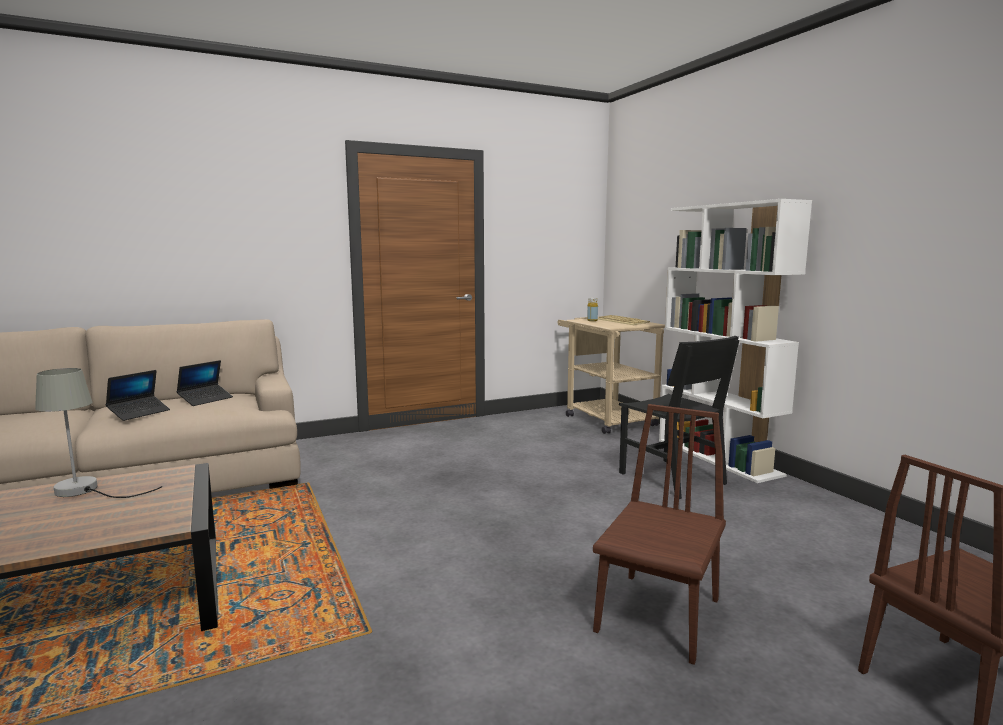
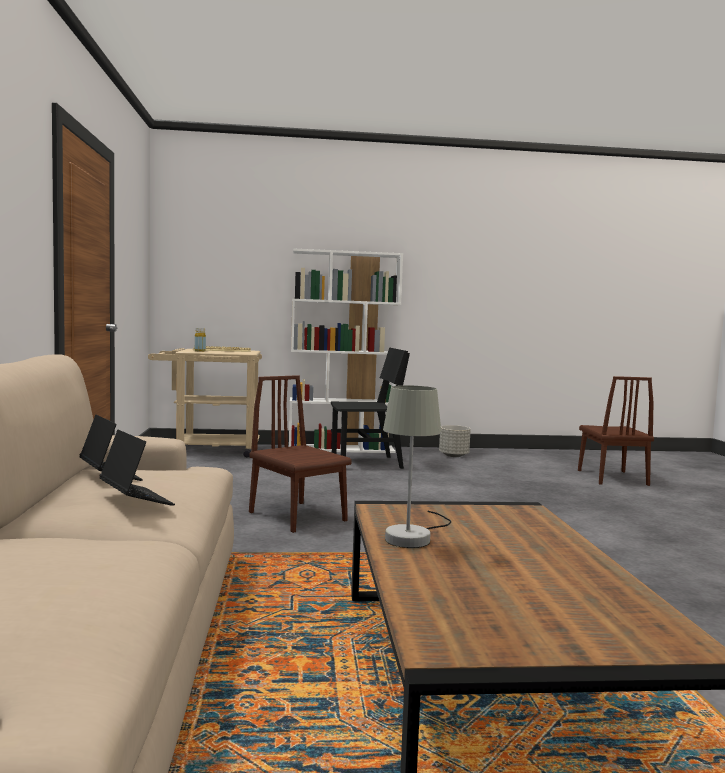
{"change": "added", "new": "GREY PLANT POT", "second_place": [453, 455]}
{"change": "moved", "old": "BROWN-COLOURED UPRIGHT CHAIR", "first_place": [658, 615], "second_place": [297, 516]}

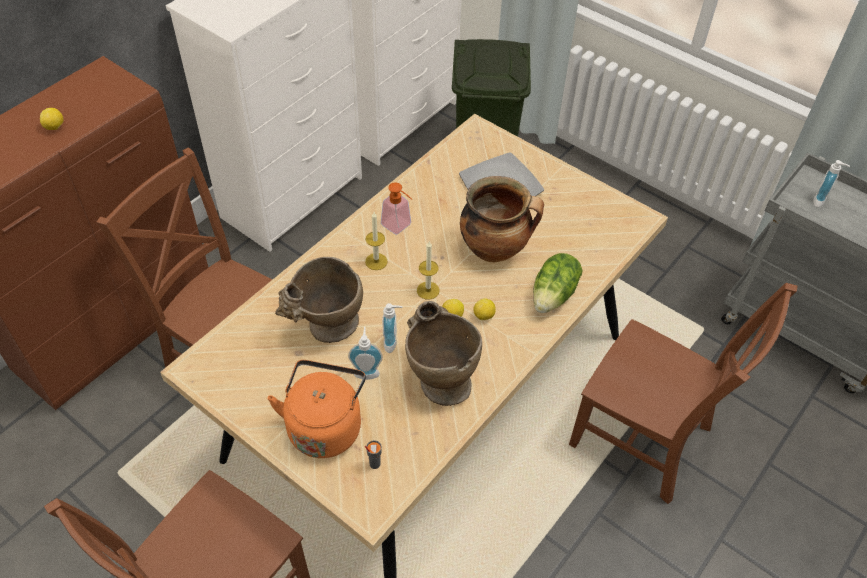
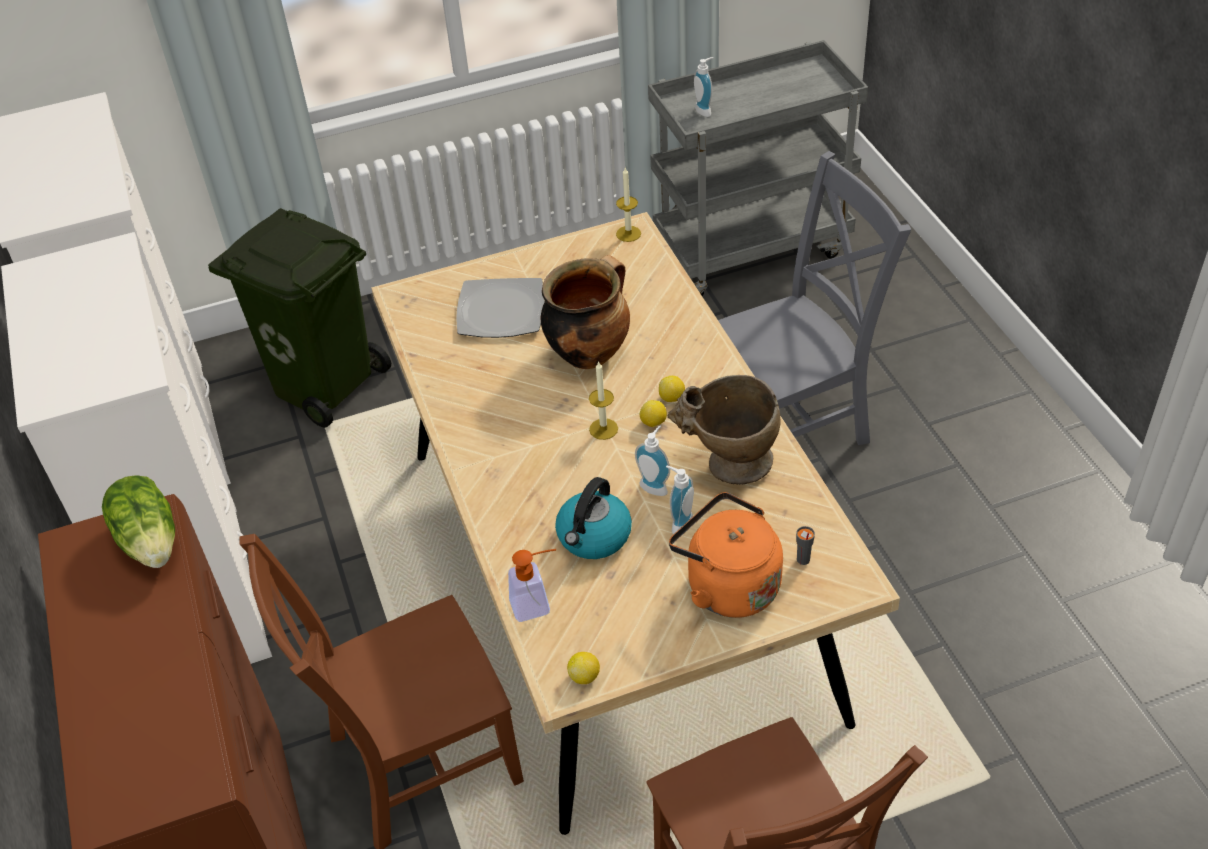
{"change": "moved", "old": "CITRUS FRUIT", "first_place": [55, 127], "second_place": [584, 676]}
{"change": "moved", "old": "CANDLE", "first_place": [376, 261], "second_place": [628, 234]}
{"change": "moved", "old": "LIQUID SOAP BOTTLE", "first_place": [399, 227], "second_place": [537, 604]}
{"change": "moved", "old": "HEAD OF LETTUCE", "first_place": [554, 295], "second_place": [151, 540]}
{"change": "replaced", "old": "BEIGE-COLOURED VASE", "new": "TEA KETTLE", "first_place": [326, 329], "second_place": [594, 537]}
{"change": "recoloured", "old": "BROWN-COLOURED UPRIGHT CHAIR", "new": "GREY UPRIGHT CHAIR", "first_place": [646, 440], "second_place": [790, 424]}

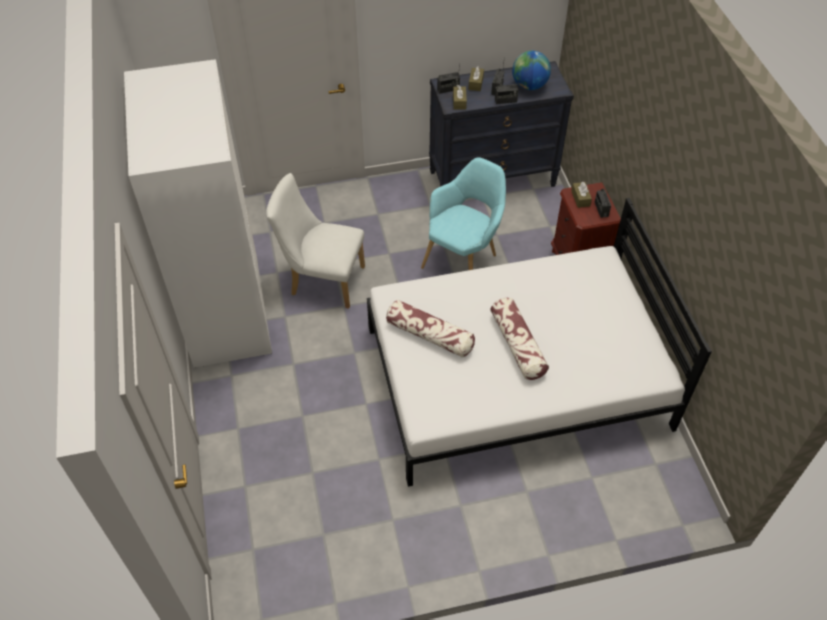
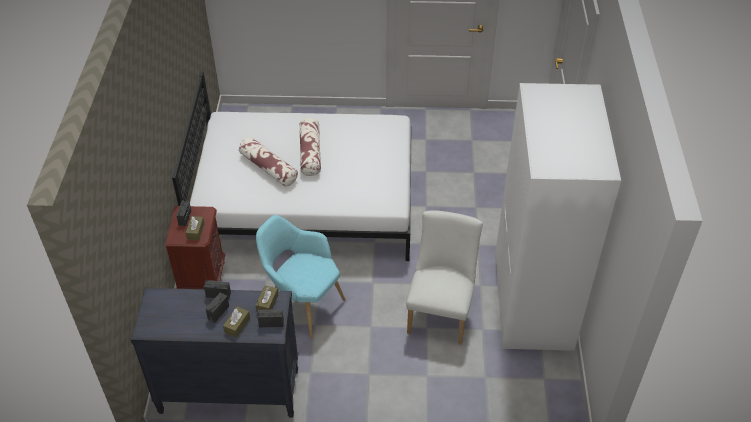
{"change": "removed", "old": "GLOBE", "first_place": [529, 86]}
{"change": "moved", "old": "CUSHION", "first_place": [430, 335], "second_place": [268, 168]}
{"change": "turned", "old": "WHITE UPRIGHT CHAIR", "first_place": [322, 280], "second_place": [441, 311], "degrees": -105}
{"change": "turned", "old": "BLUE-GREEN LOUNGE CHAIR", "first_place": [464, 259], "second_place": [302, 304], "degrees": 75}

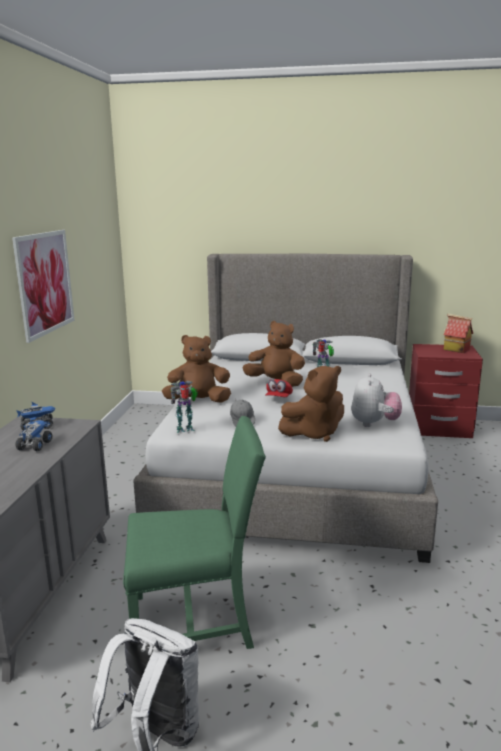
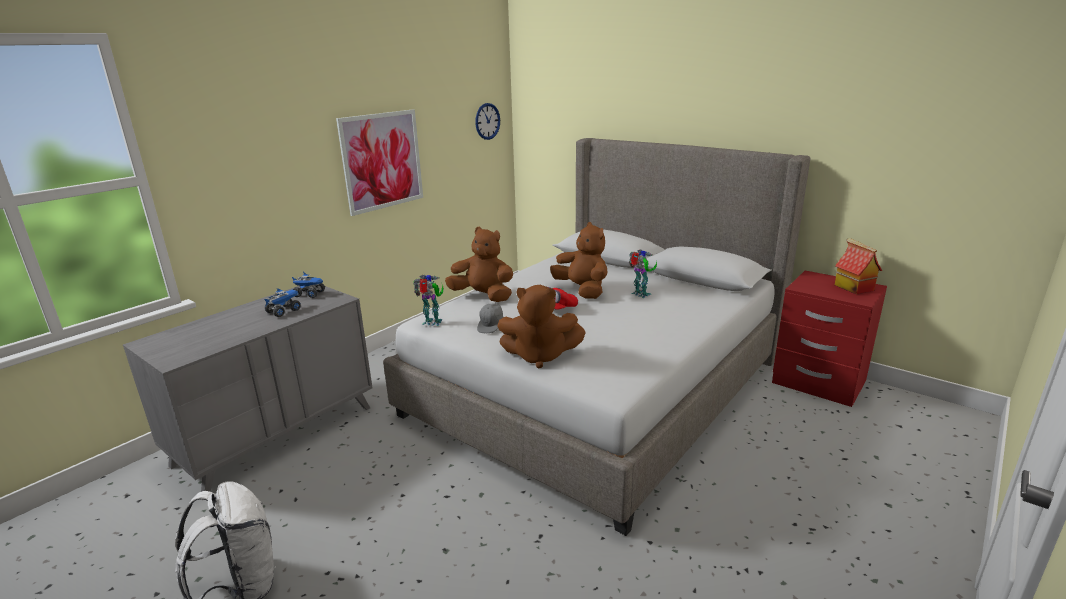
{"change": "removed", "old": "GREEN UPRIGHT CHAIR", "first_place": [196, 623]}
{"change": "removed", "old": "CUDDLY TOY", "first_place": [374, 424]}
{"change": "added", "new": "CLOCK ON THE WALL", "second_place": [487, 121]}

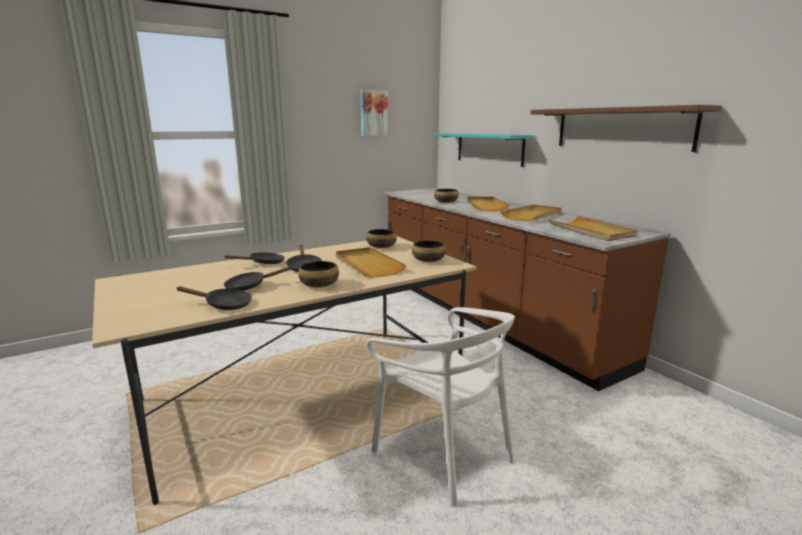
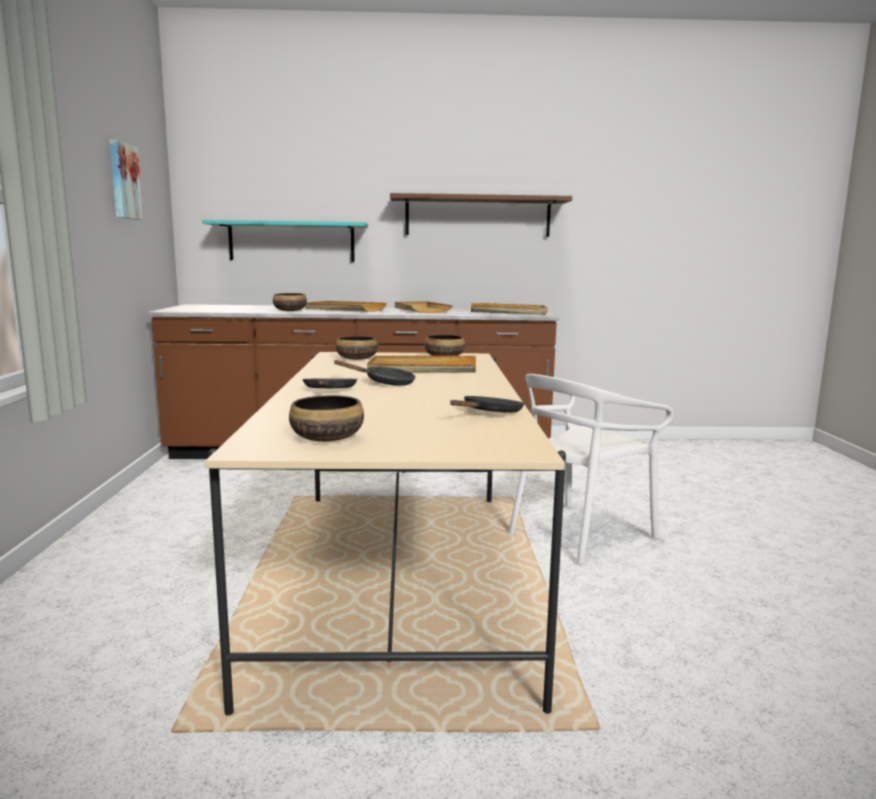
{"change": "removed", "old": "BLACK-COLOURED SKILLET", "first_place": [250, 286]}
{"change": "moved", "old": "BOWL", "first_place": [319, 285], "second_place": [328, 438]}
{"change": "turned", "old": "WHITE UPRIGHT CHAIR", "first_place": [443, 452], "second_place": [579, 533], "degrees": 150}

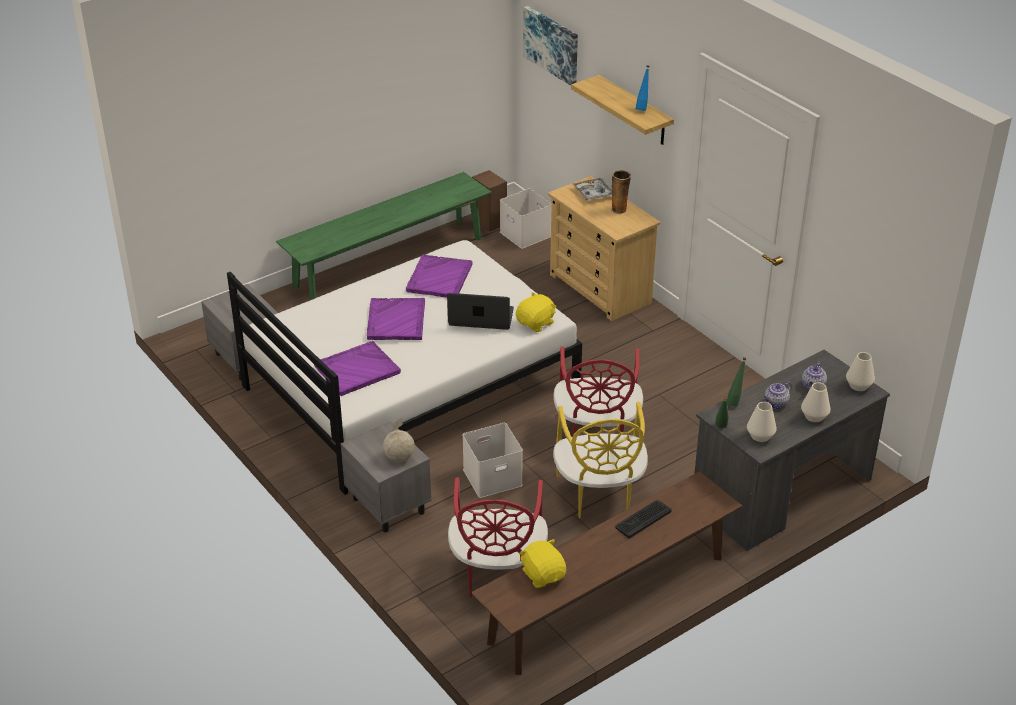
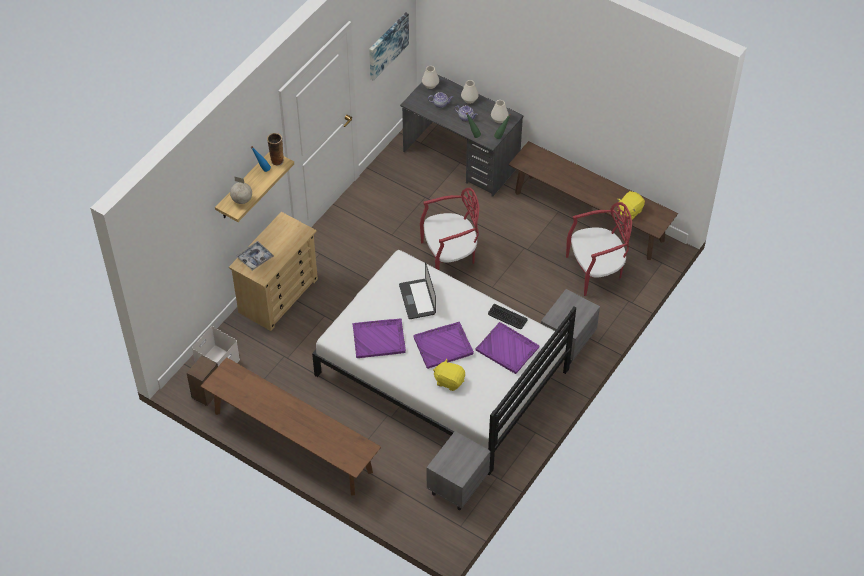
{"change": "removed", "old": "WHITE STORAGE CONTAINER", "first_place": [492, 478]}
{"change": "removed", "old": "YELLOW UPRIGHT CHAIR", "first_place": [599, 495]}
{"change": "moved", "old": "GLOBE", "first_place": [399, 457], "second_place": [242, 200]}
{"change": "moved", "old": "YELLOW CUDDLY TOY", "first_place": [536, 323], "second_place": [449, 381]}
{"change": "moved", "old": "WALL ART", "first_place": [552, 45], "second_place": [387, 45]}
{"change": "moved", "old": "VASE", "first_place": [619, 209], "second_place": [277, 160]}
{"change": "moved", "old": "PC KEYBOARD", "first_place": [643, 519], "second_place": [507, 317]}
{"change": "recoloured", "old": "GREEN BENCH", "new": "BROWN-COLOURED BENCH", "first_place": [389, 262], "second_place": [292, 442]}

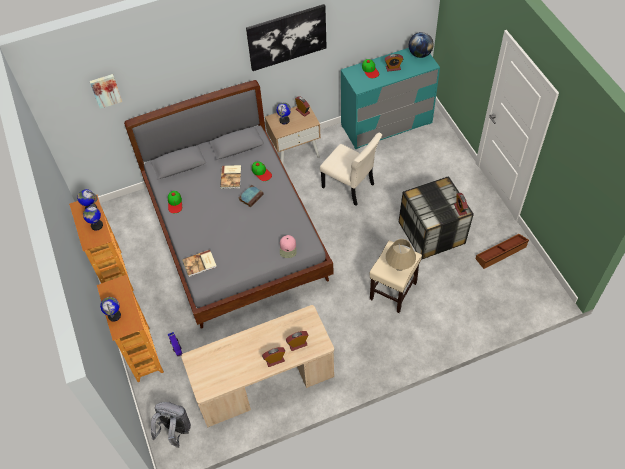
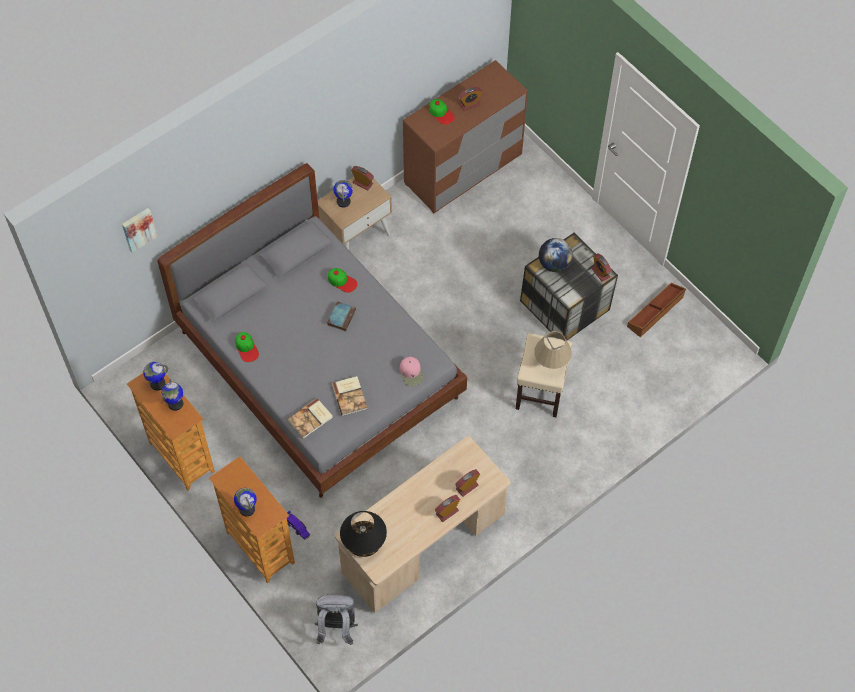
{"change": "removed", "old": "WALL ART", "first_place": [287, 37]}
{"change": "removed", "old": "BEIGE-COLOURED UPRIGHT CHAIR", "first_place": [350, 187]}
{"change": "added", "new": "BLACK-COLOURED TABLE LAMP", "second_place": [364, 541]}
{"change": "moved", "old": "VOLUME", "first_place": [231, 177], "second_place": [350, 396]}
{"change": "moved", "old": "GLOBE", "first_place": [419, 54], "second_place": [554, 264]}
{"change": "recoloured", "old": "BLUE-GREEN CHEST OF DRAWERS", "new": "BROWN-COLOURED CHEST OF DRAWERS", "first_place": [386, 124], "second_place": [463, 169]}

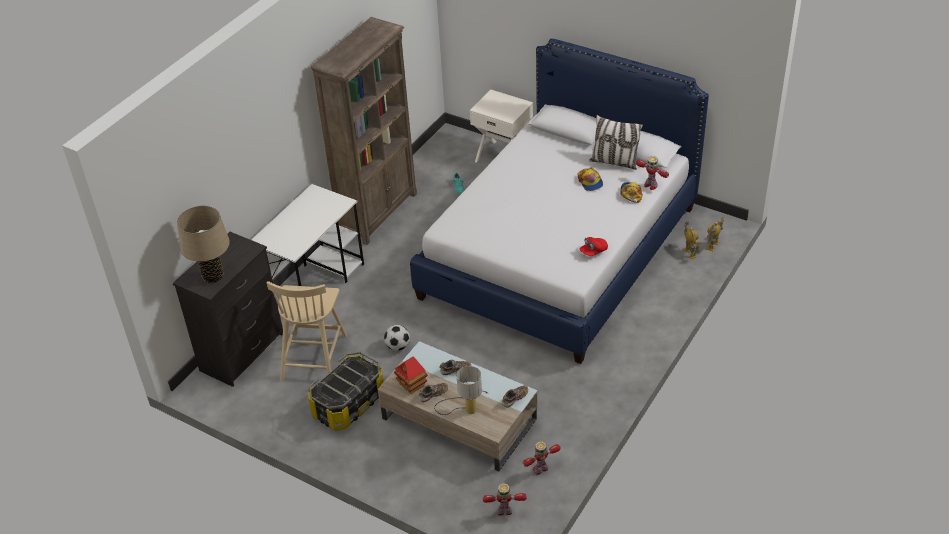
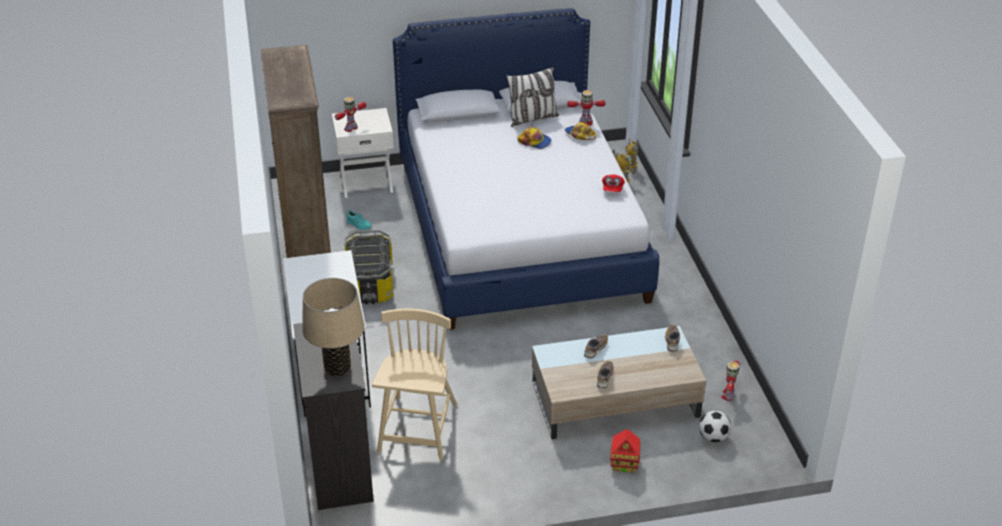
{"change": "removed", "old": "TABLE LAMP", "first_place": [465, 406]}
{"change": "moved", "old": "STORAGE CONTAINER", "first_place": [349, 404], "second_place": [370, 283]}
{"change": "moved", "old": "BALL FOR FOOTBALL", "first_place": [398, 346], "second_place": [713, 437]}
{"change": "moved", "old": "MINIATURE HOUSE", "first_place": [412, 385], "second_place": [624, 464]}
{"change": "moved", "old": "MODEL ROBOT", "first_place": [505, 511], "second_place": [351, 128]}
{"change": "turned", "old": "BEIGE-COLOURED UPRIGHT CHAIR", "first_place": [314, 356], "second_place": [418, 429], "degrees": -135}

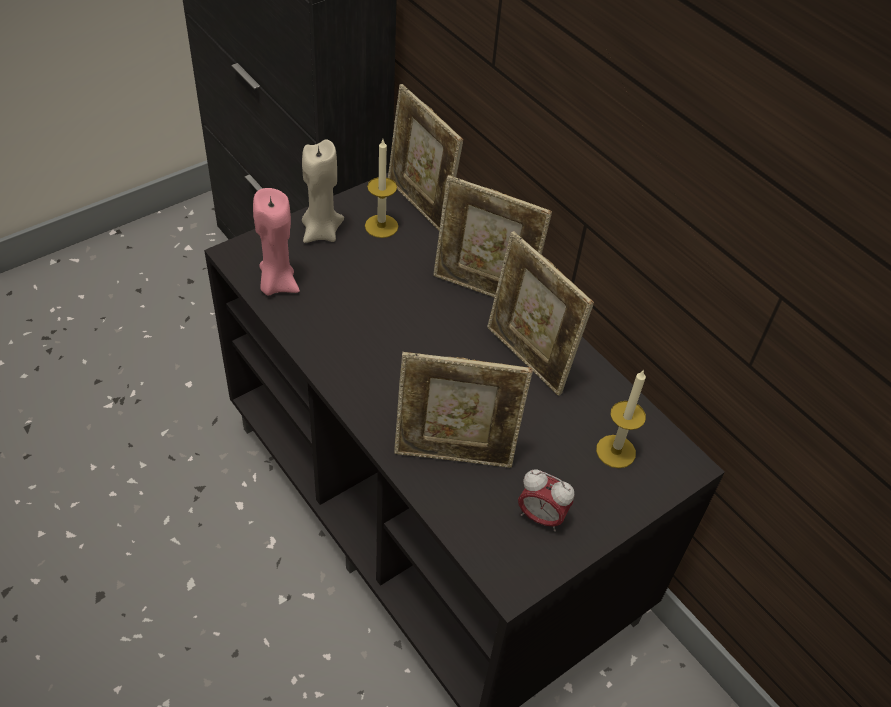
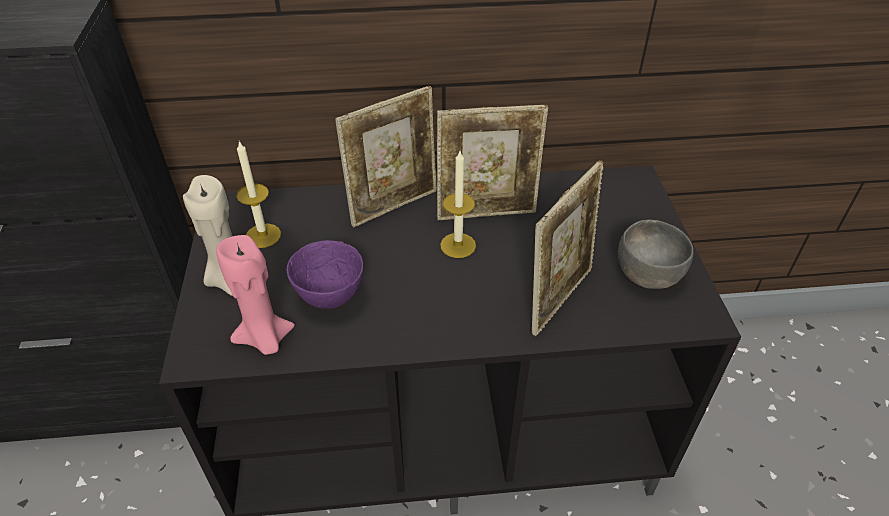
{"change": "removed", "old": "PICTURE FRAME", "first_place": [420, 205]}
{"change": "added", "new": "PURPLE BOWL", "second_place": [329, 297]}
{"change": "moved", "old": "CANDLE", "first_place": [615, 451], "second_place": [458, 245]}
{"change": "replaced", "old": "ALARM CLOCK", "new": "GREY BOWL", "first_place": [541, 517], "second_place": [648, 273]}

